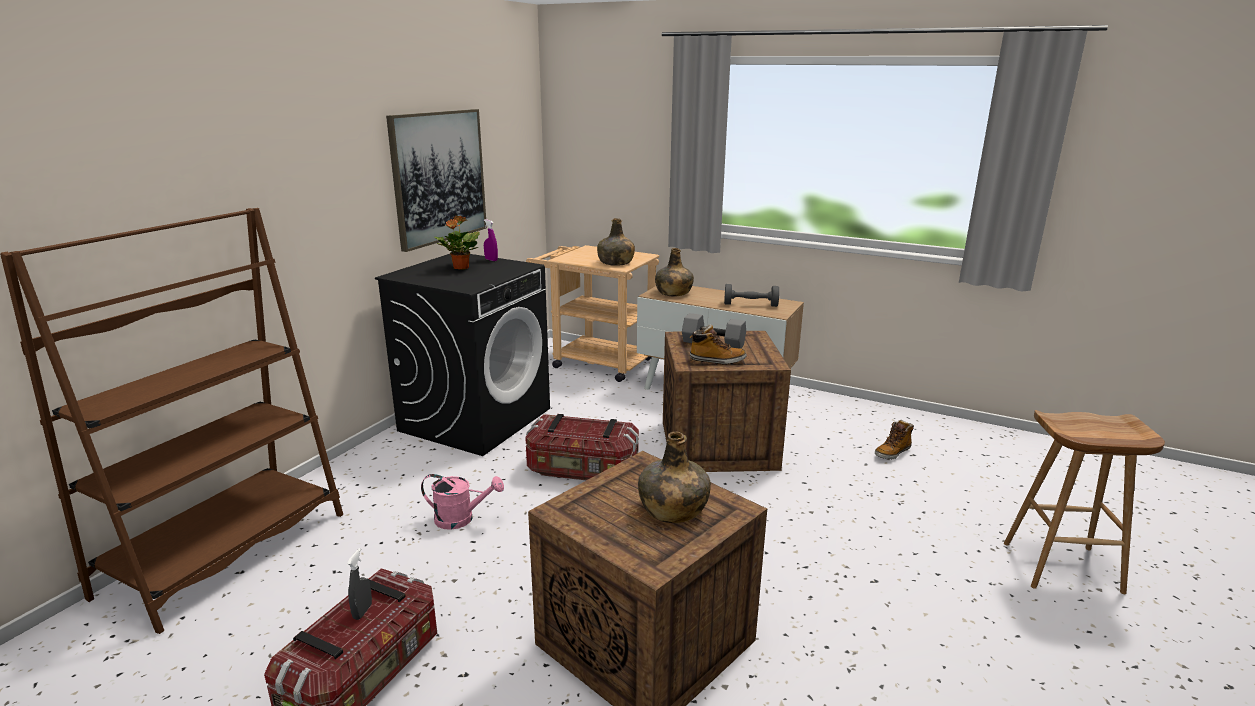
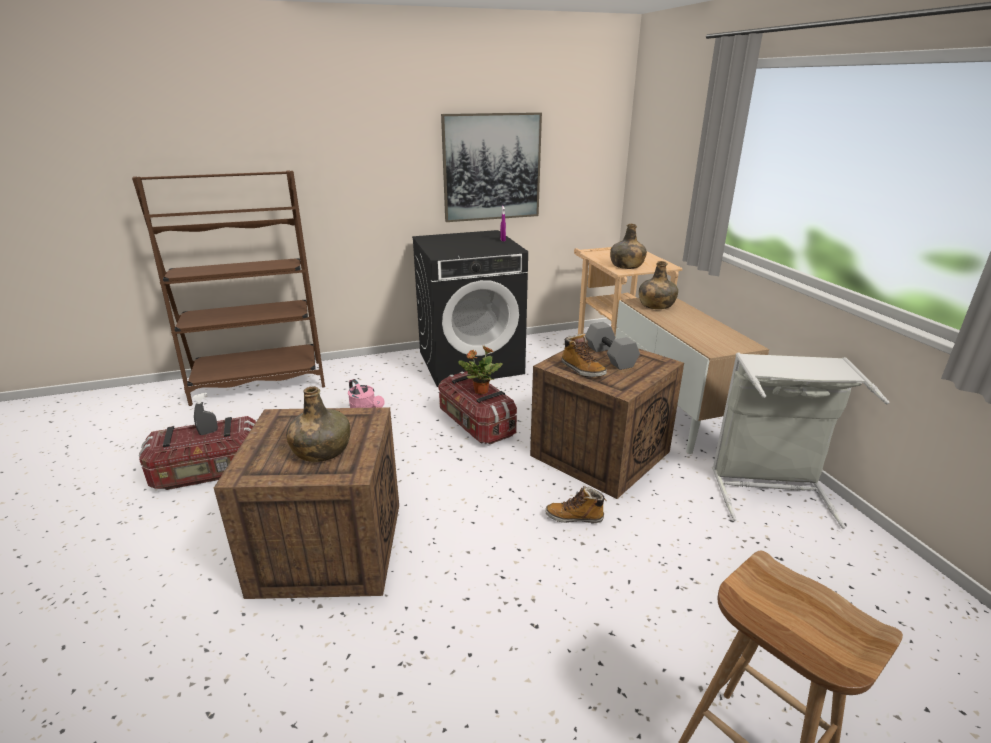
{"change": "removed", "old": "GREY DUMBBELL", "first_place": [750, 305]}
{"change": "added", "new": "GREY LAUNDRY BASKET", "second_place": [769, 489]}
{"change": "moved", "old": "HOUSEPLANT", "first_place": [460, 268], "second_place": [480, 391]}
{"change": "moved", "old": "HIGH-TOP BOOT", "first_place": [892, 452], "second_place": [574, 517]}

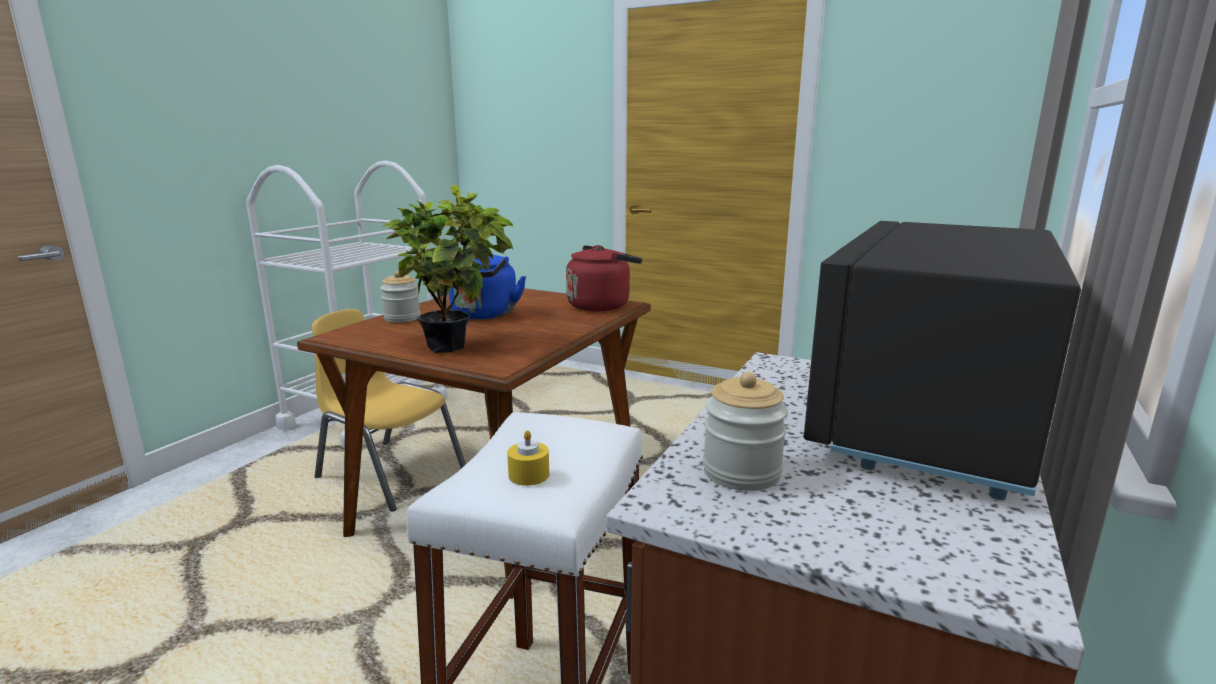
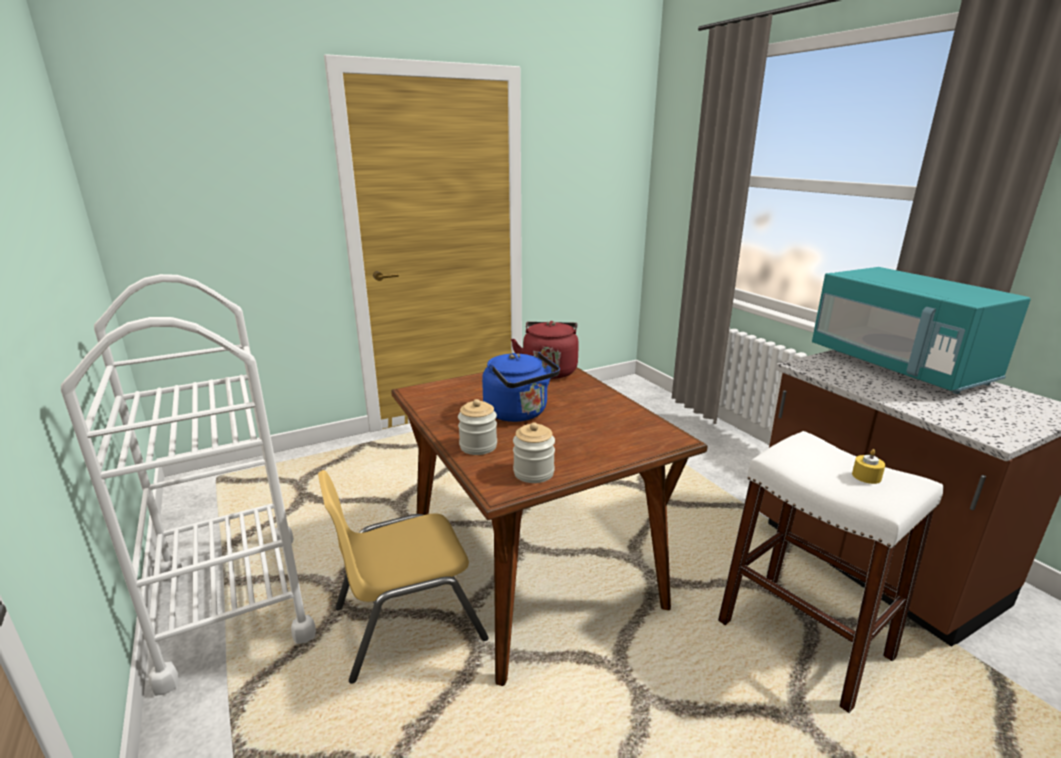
{"change": "removed", "old": "HOUSEPLANT", "first_place": [457, 347]}
{"change": "moved", "old": "STORAGE JAR", "first_place": [741, 472], "second_place": [533, 473]}
{"change": "recoloured", "old": "BLACK-COLOURED MICROWAVE OVEN", "new": "BLUE-GREEN MICROWAVE OVEN", "first_place": [923, 418], "second_place": [899, 367]}

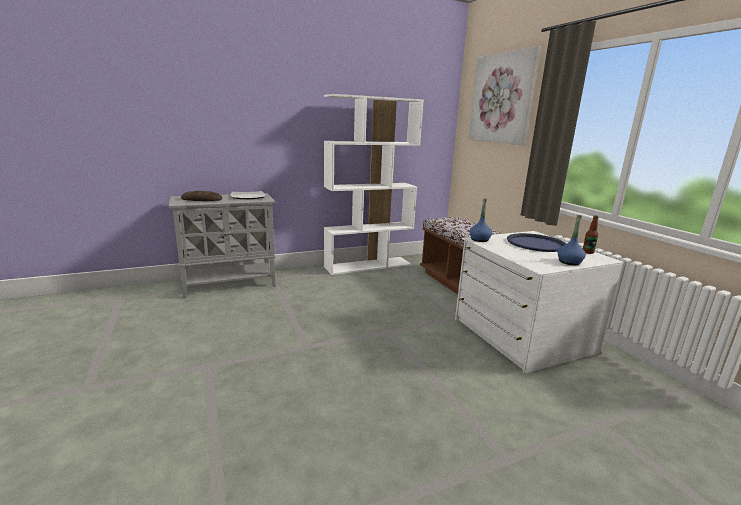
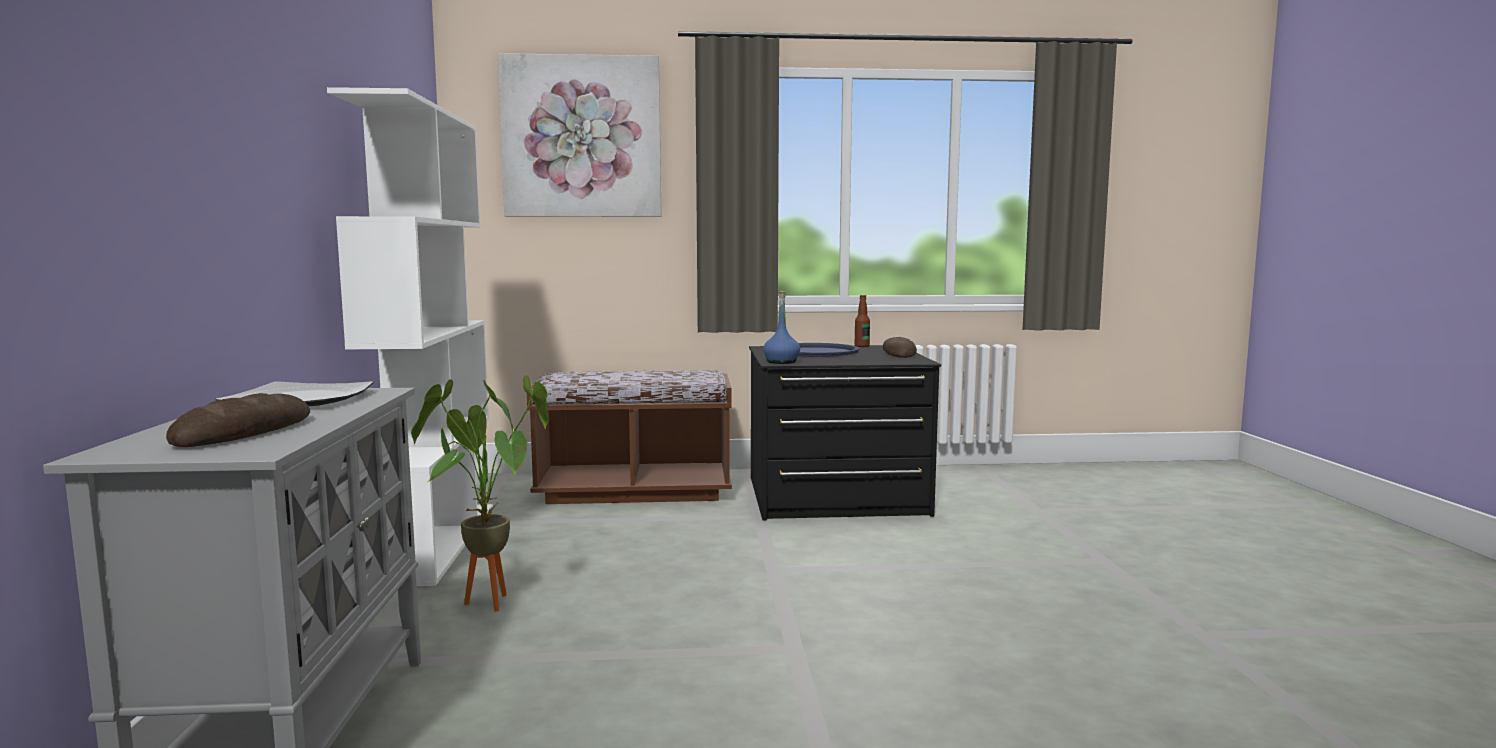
{"change": "added", "new": "HOUSEPLANT", "second_place": [488, 599]}
{"change": "replaced", "old": "BLUISH BOTTLE", "new": "BAKED BREAD", "first_place": [569, 262], "second_place": [899, 353]}
{"change": "recoloured", "old": "WHITE CHEST OF DRAWERS", "new": "BLACK-COLOURED CHEST OF DRAWERS", "first_place": [520, 335], "second_place": [836, 497]}

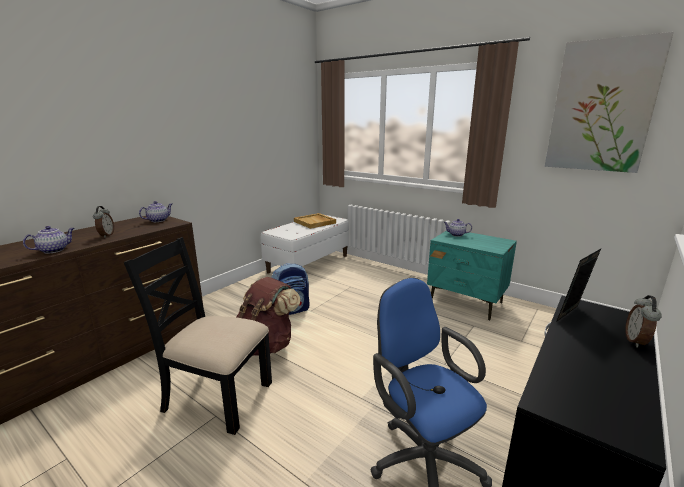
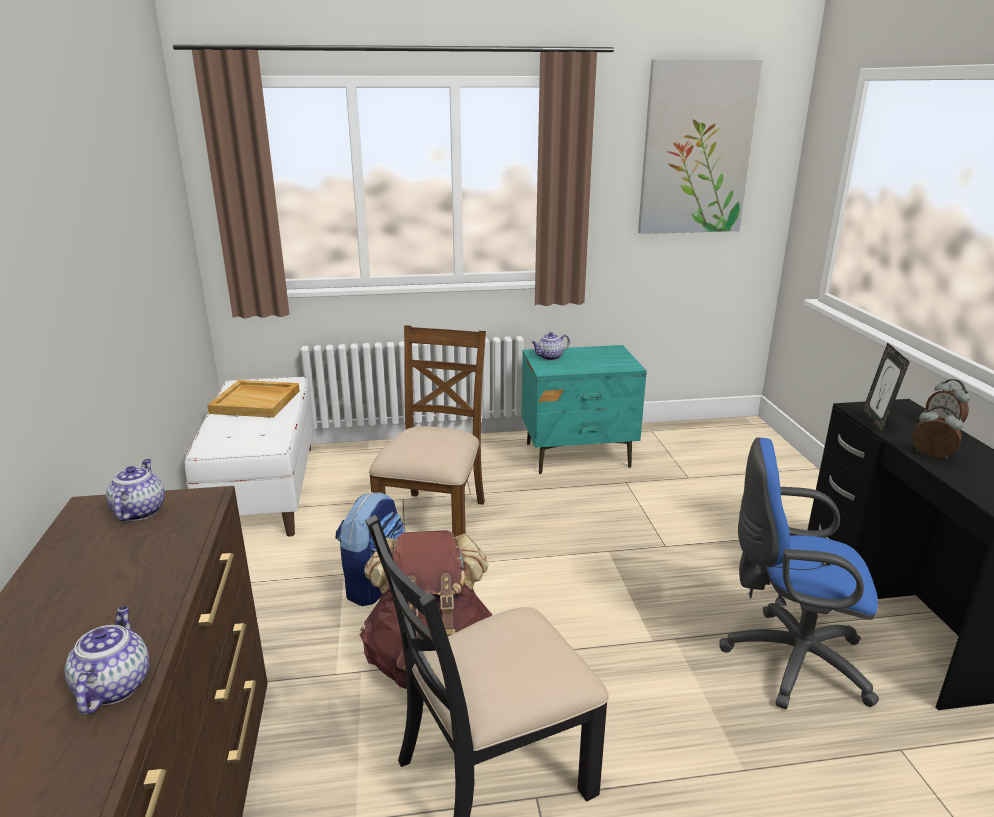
{"change": "added", "new": "BROWN-COLOURED UPRIGHT CHAIR", "second_place": [435, 521]}
{"change": "moved", "old": "ALARM CLOCK", "first_place": [106, 235], "second_place": [931, 456]}

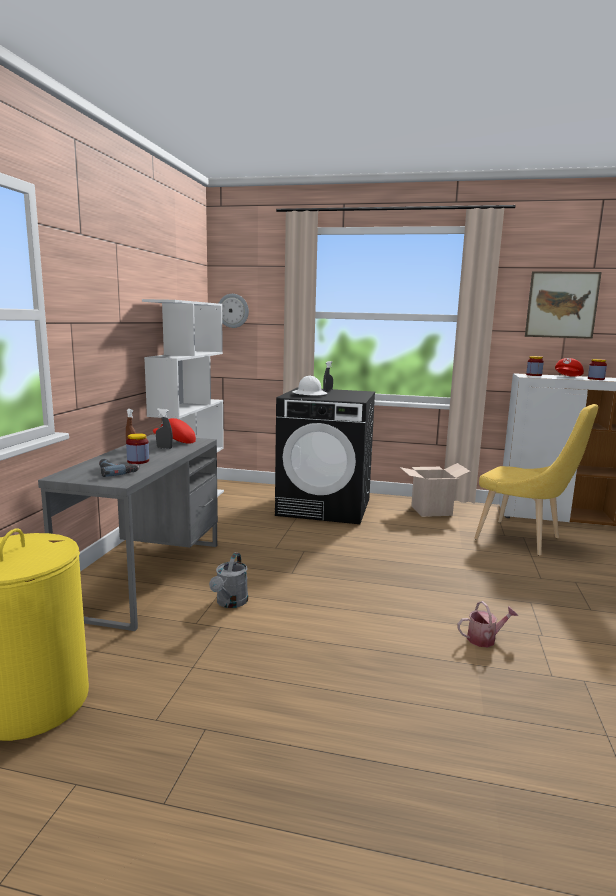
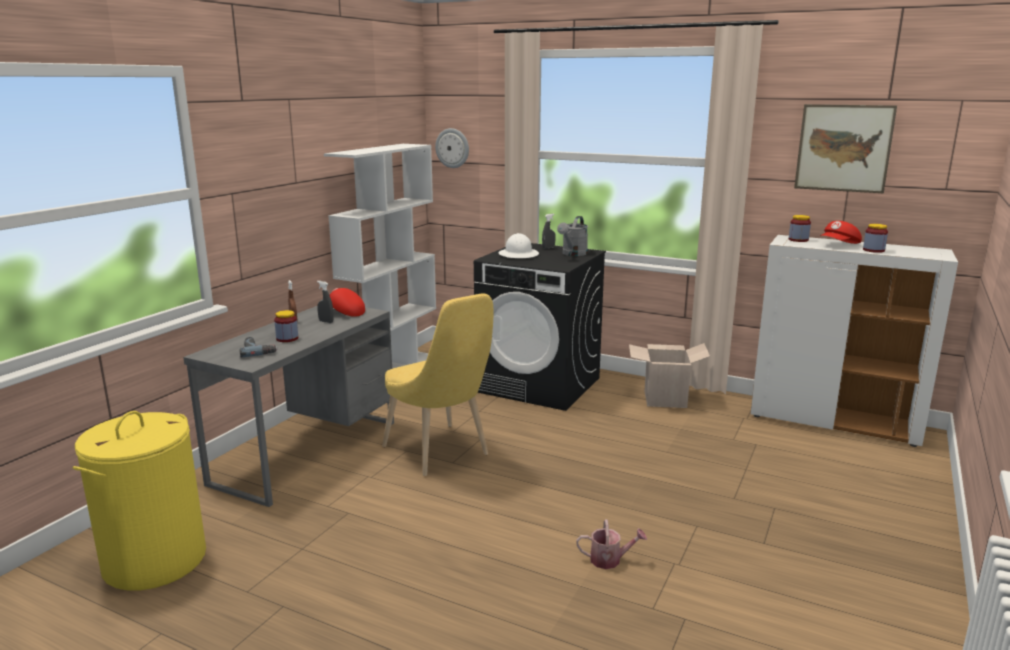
{"change": "moved", "old": "GREY SPRINKLING CAN", "first_place": [230, 603], "second_place": [573, 254]}
{"change": "moved", "old": "YELLOW UPRIGHT CHAIR", "first_place": [523, 540], "second_place": [440, 453]}

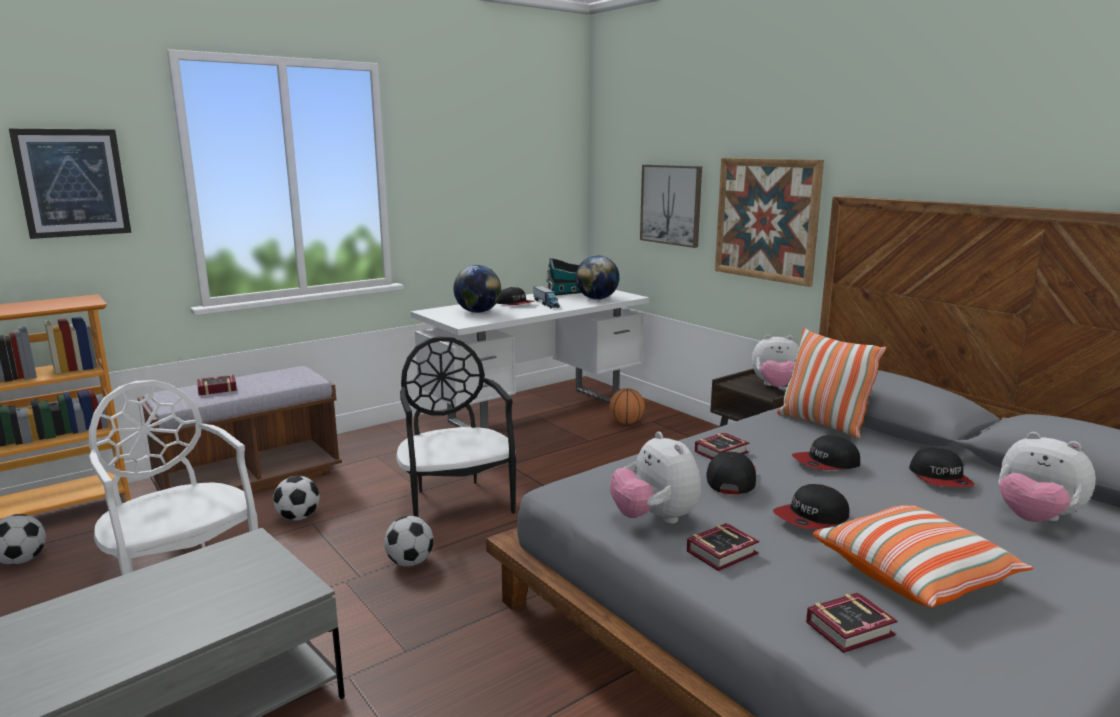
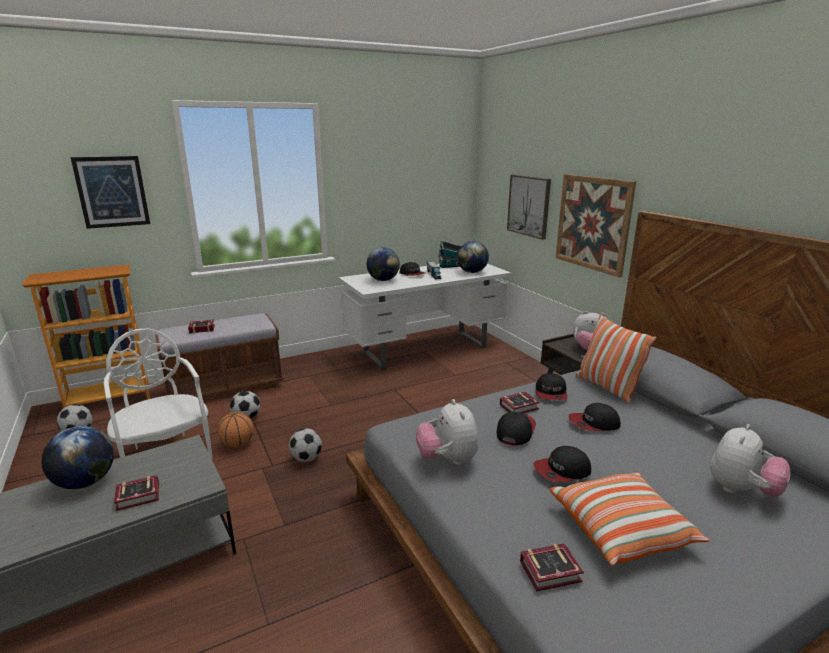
{"change": "removed", "old": "BLACK-COLOURED UPRIGHT CHAIR", "first_place": [456, 502]}
{"change": "added", "new": "GLOBE", "second_place": [85, 482]}
{"change": "moved", "old": "BALL FOR BASKETBALL", "first_place": [626, 423], "second_place": [237, 444]}
{"change": "moved", "old": "VOLUME", "first_place": [725, 552], "second_place": [140, 496]}
{"change": "moved", "old": "BASEBALL CAP", "first_place": [940, 478], "second_place": [551, 393]}
{"change": "turned", "old": "CUDDLY TOY", "first_place": [1035, 519], "second_place": [741, 490], "degrees": -105}

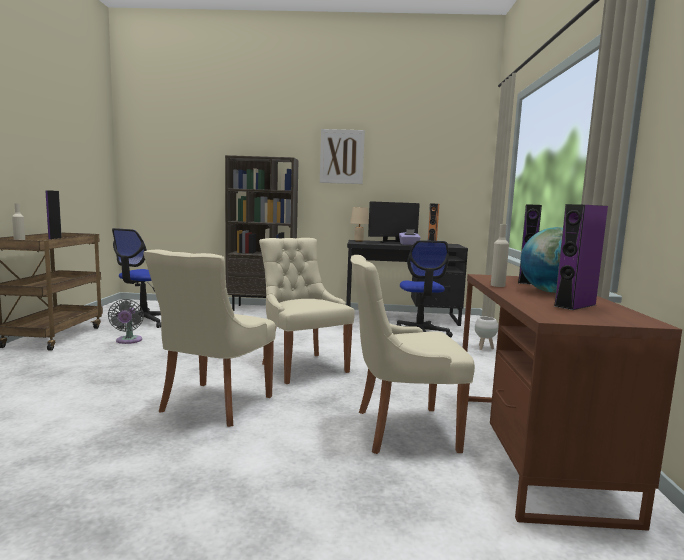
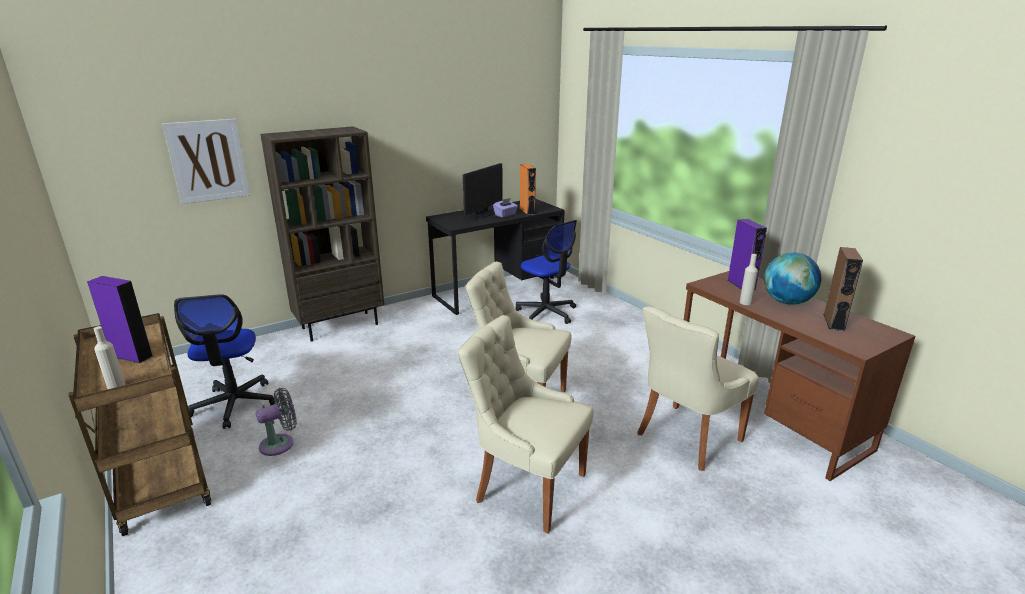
{"change": "removed", "old": "BEIGE-COLOURED TABLE LAMP", "first_place": [358, 241]}
{"change": "removed", "old": "WHITE PLANT POT", "first_place": [484, 348]}
{"change": "moved", "old": "WALL ART", "first_place": [342, 156], "second_place": [208, 161]}
{"change": "recoloured", "old": "PURPLE AUDIO SPEAKER", "new": "BROWN-COLOURED AUDIO SPEAKER", "first_place": [575, 305], "second_place": [833, 322]}
{"change": "turned", "old": "GREY ELECTRIC FAN", "first_place": [128, 341], "second_place": [280, 444], "degrees": -75}
{"change": "turned", "old": "BEIGE-COLOURED UPRIGHT CHAIR", "first_place": [213, 405], "second_place": [527, 486], "degrees": 135}

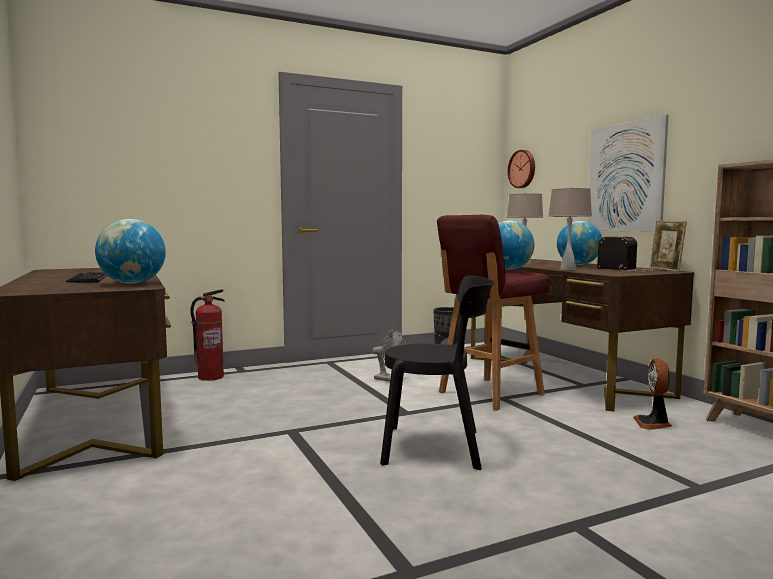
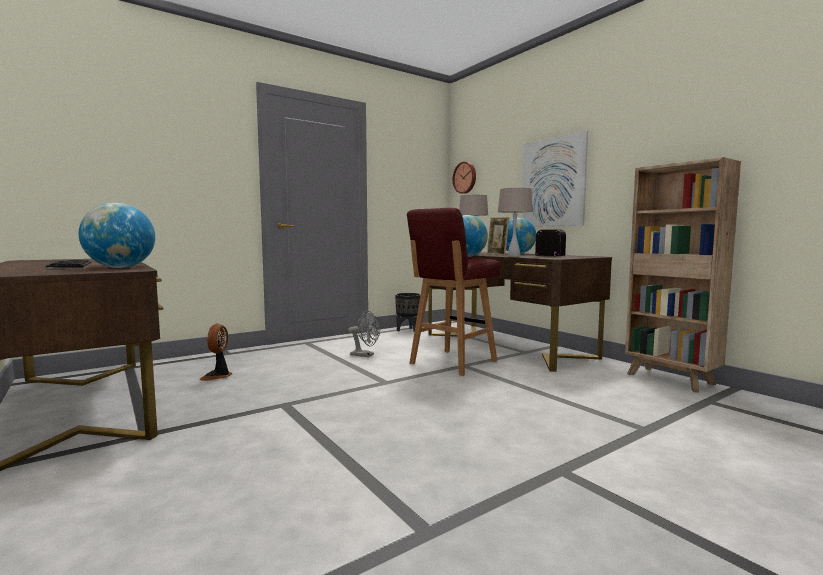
{"change": "removed", "old": "FIRE EXTINGUISHER", "first_place": [210, 377]}
{"change": "removed", "old": "BLACK-COLOURED UPRIGHT CHAIR", "first_place": [438, 447]}
{"change": "moved", "old": "ELECTRIC FAN", "first_place": [653, 424], "second_place": [217, 376]}
{"change": "moved", "old": "PICTURE FRAME", "first_place": [665, 270], "second_place": [497, 254]}

